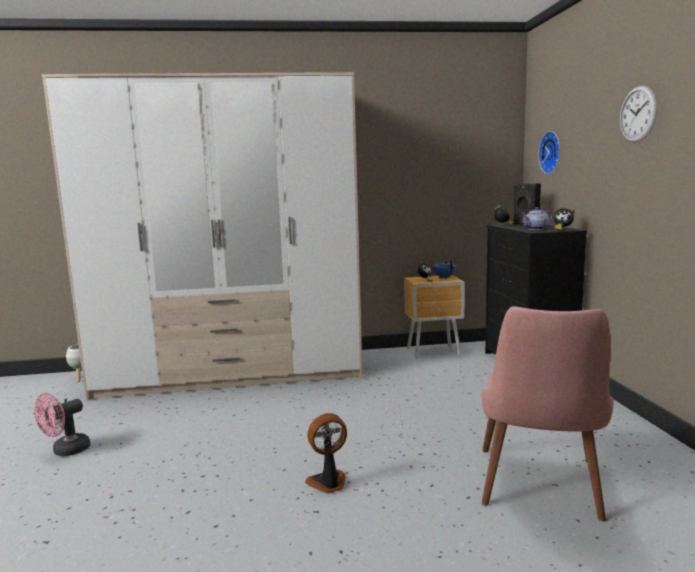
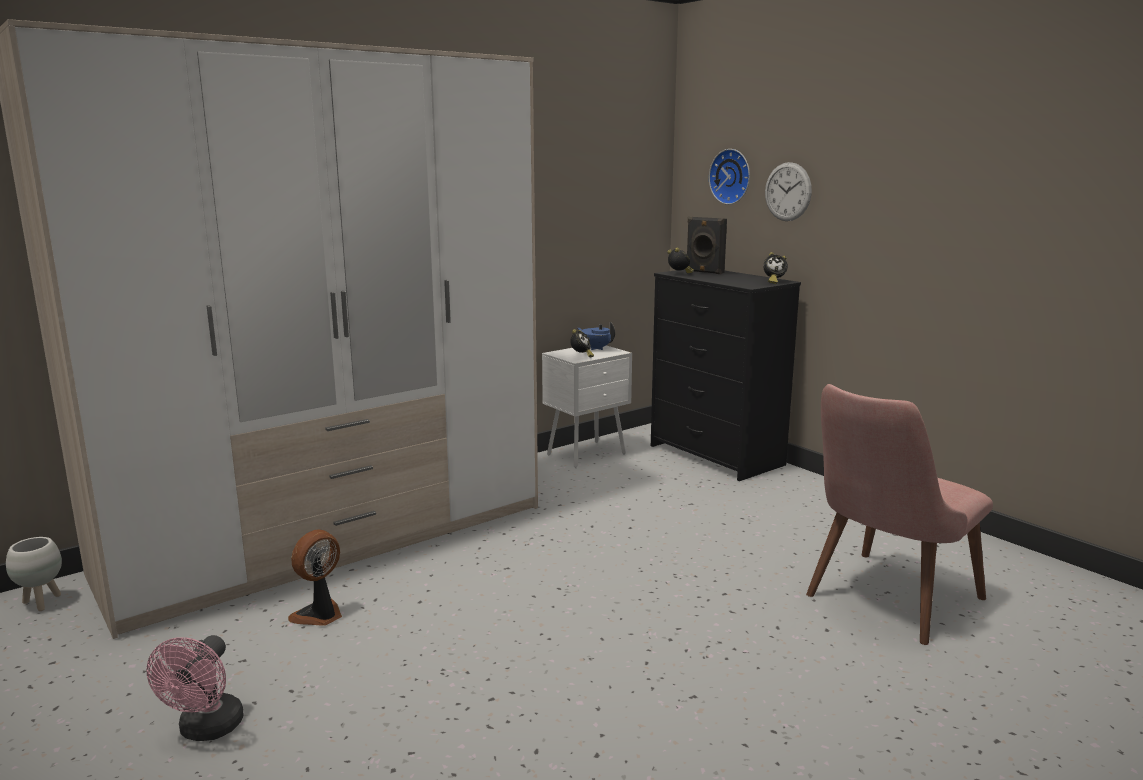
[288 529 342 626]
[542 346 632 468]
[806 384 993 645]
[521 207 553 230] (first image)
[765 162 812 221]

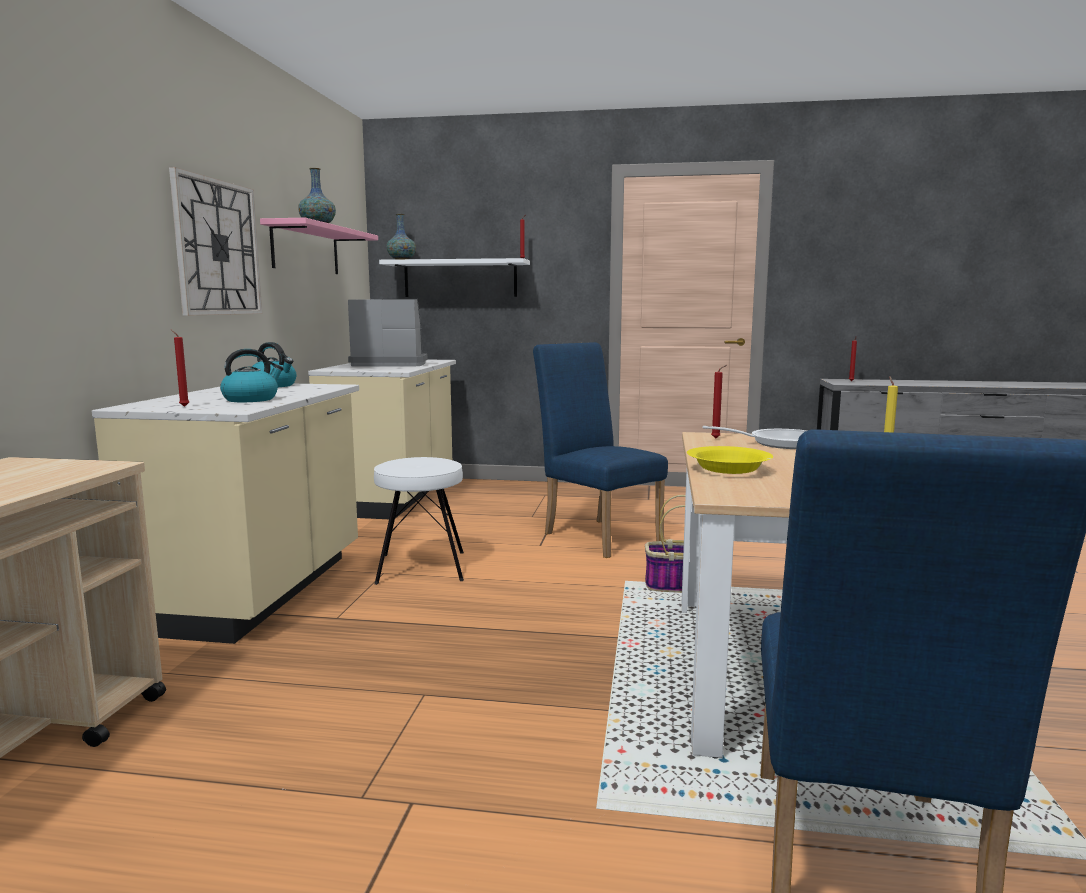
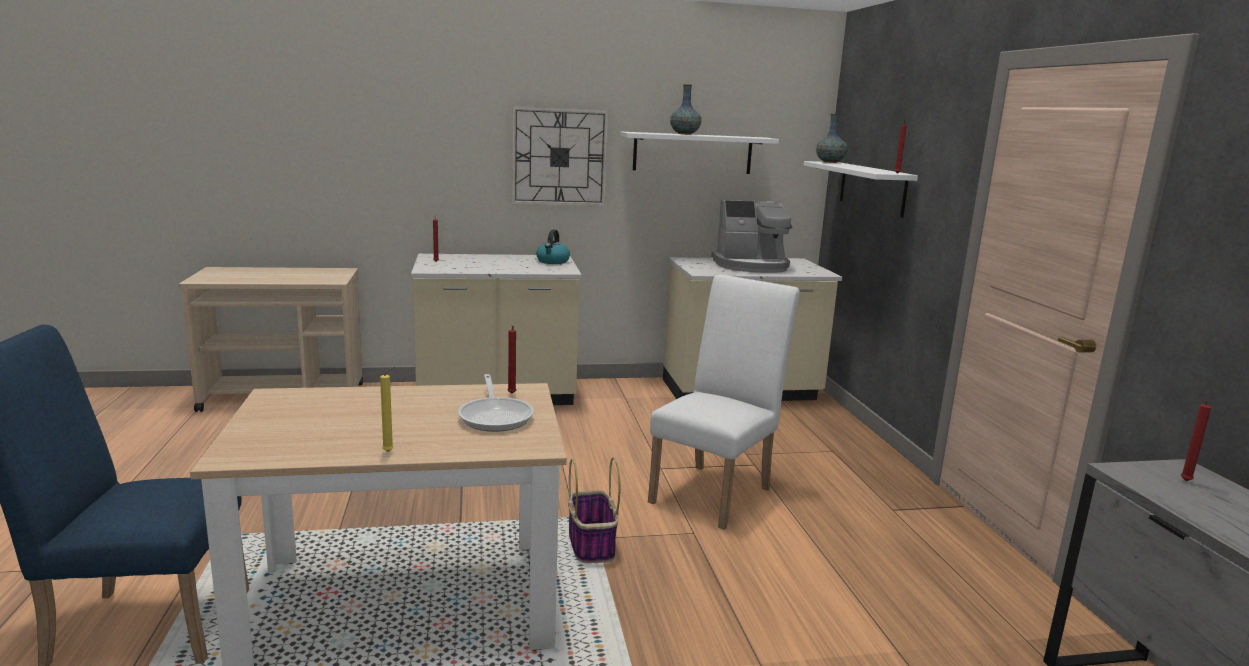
[220 349 284 402] (first image)
[620 132 779 174]
[711 200 793 273]
[374 457 464 585] (first image)
[648 275 800 530]
[687 446 773 474] (first image)

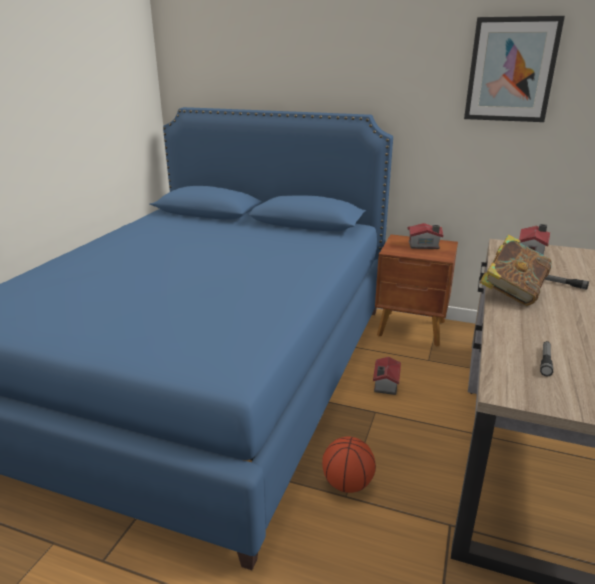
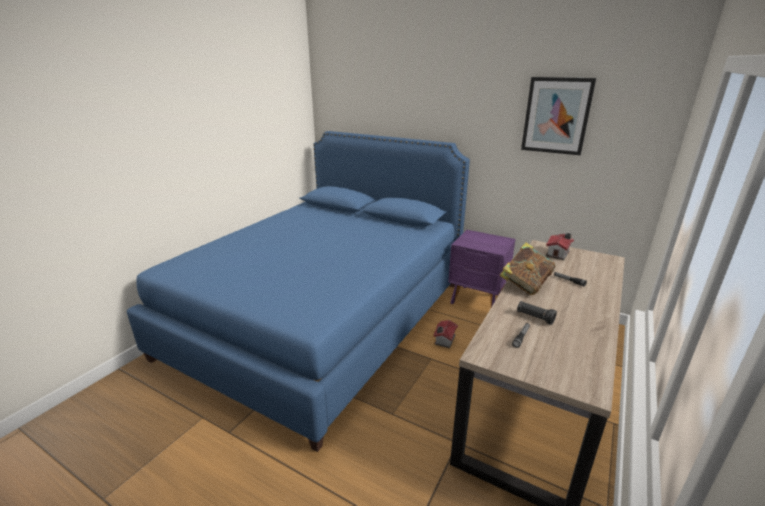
[322 437 376 493] (first image)
[448 230 515 307]
[407 223 443 249] (first image)
[517 301 557 325]

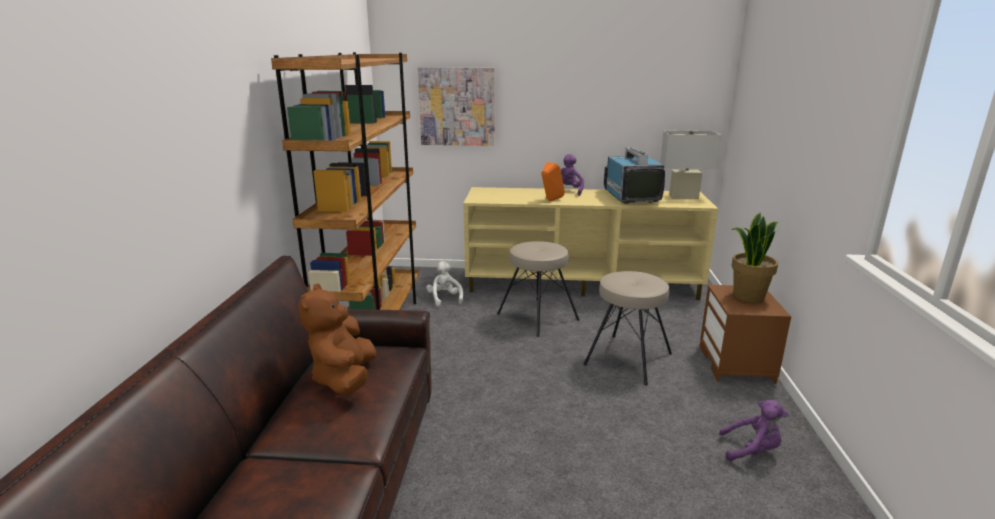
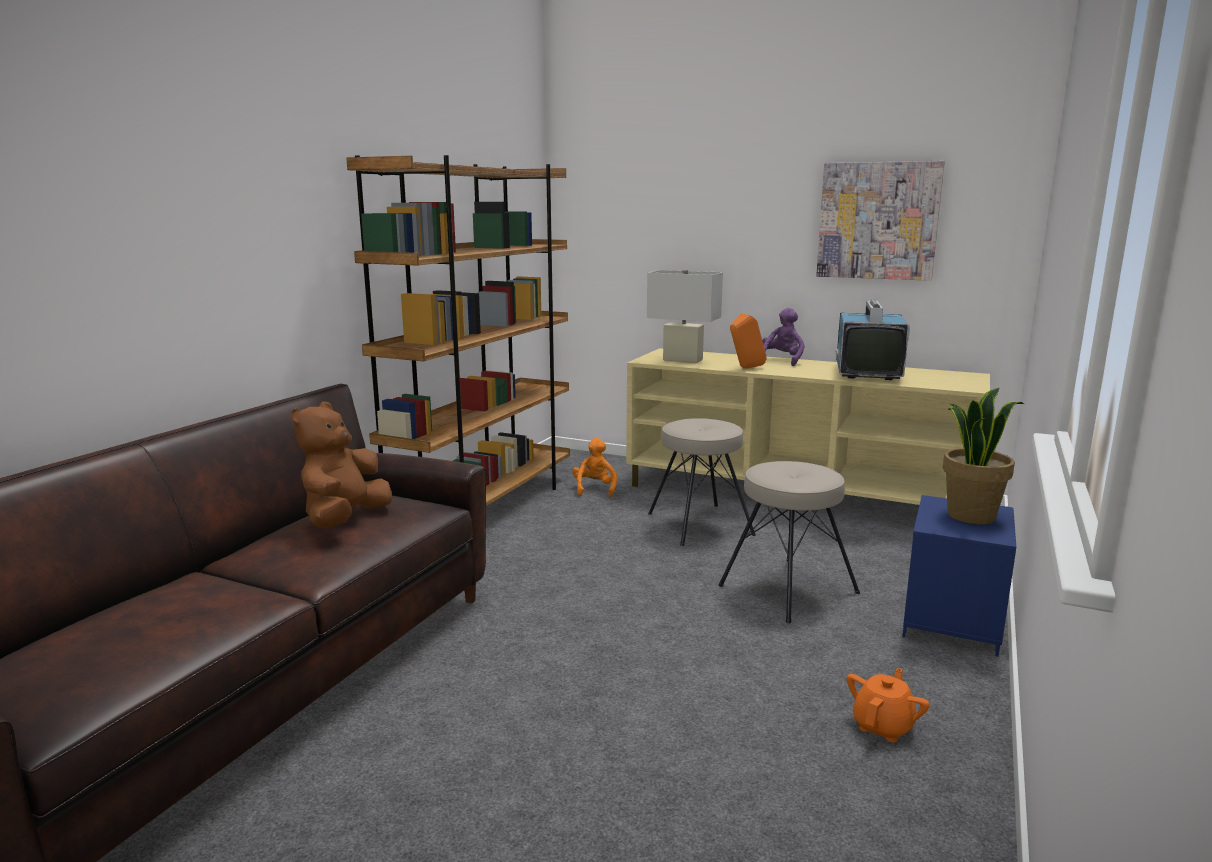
[816 161 945 281]
[572 438 617 497]
[647 270 723 363]
[902 495 1016 657]
[847 668 930 742]

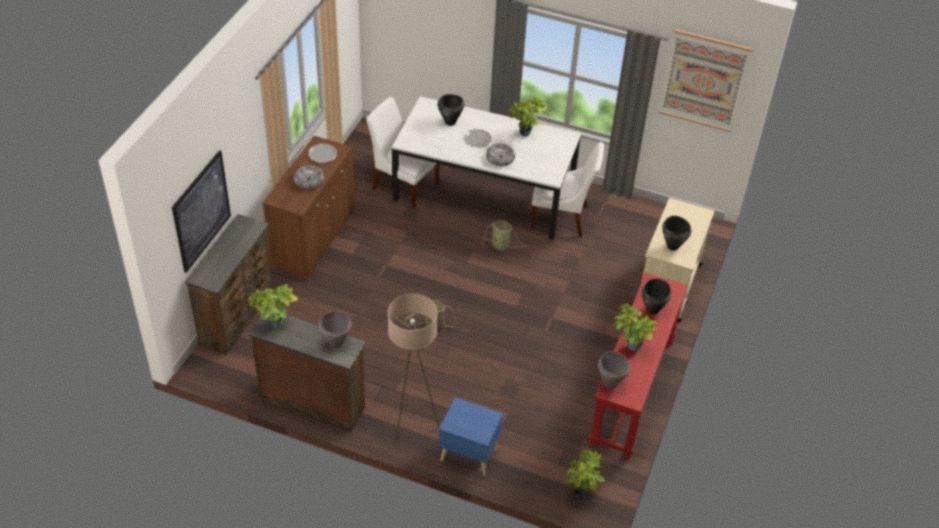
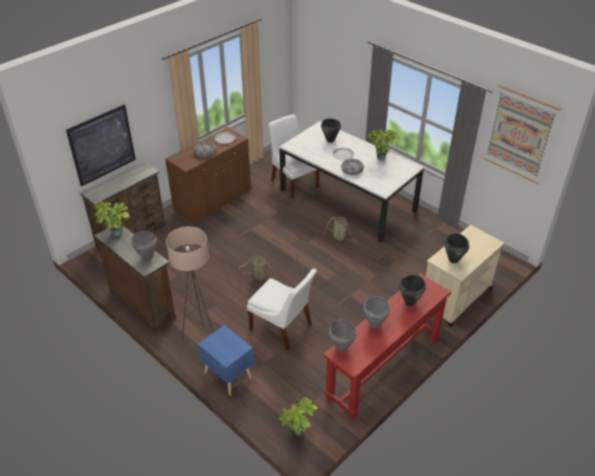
[247 268 317 350]
[363 296 390 328]

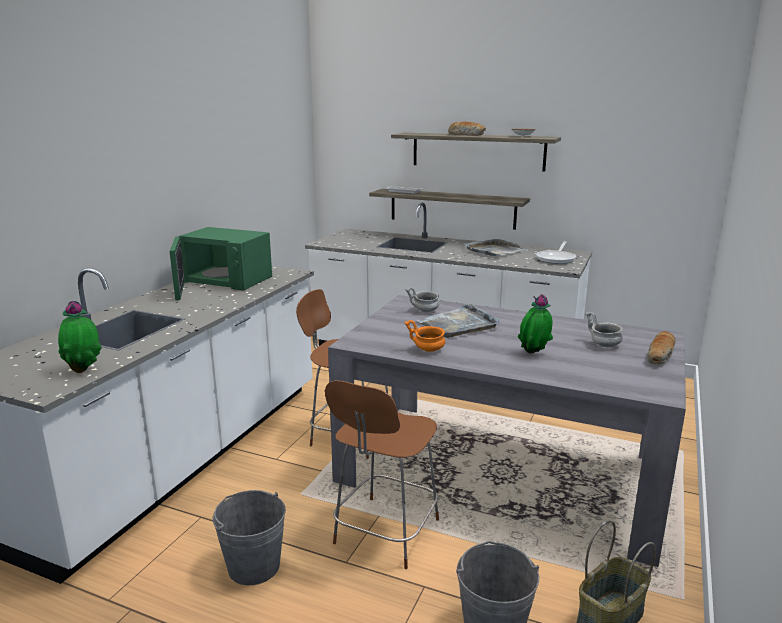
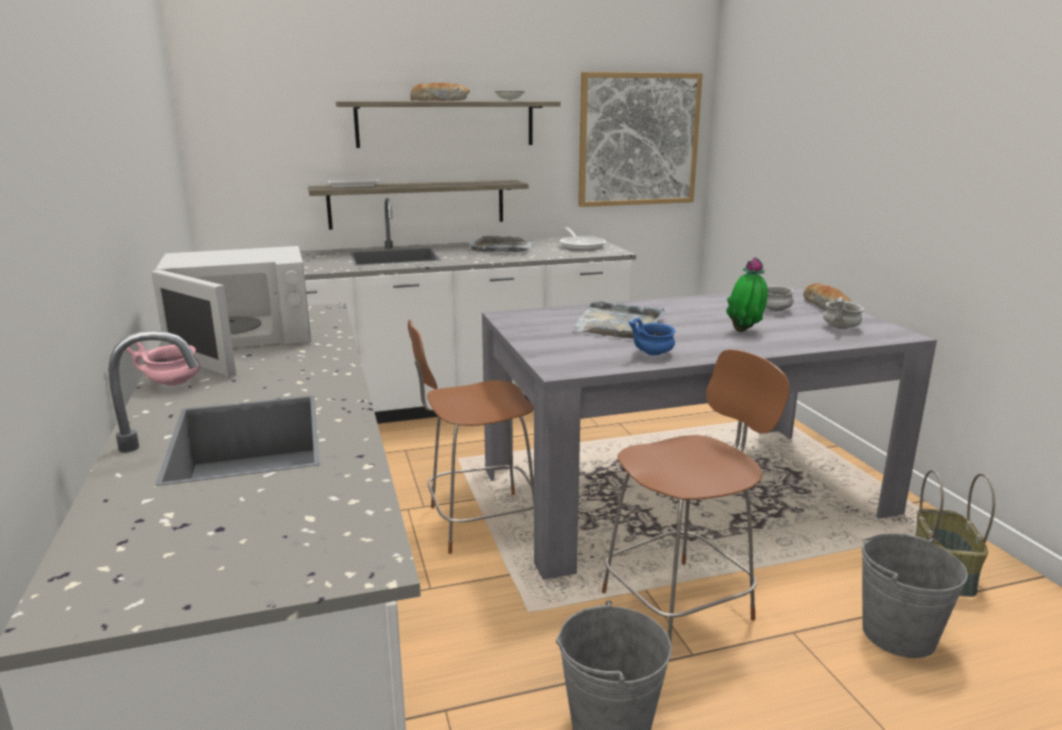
[58 301 102 373] (first image)
[151 246 311 378]
[602 349 790 643]
[628 318 675 356]
[823 297 864 330]
[126 342 200 386]
[578 72 703 207]

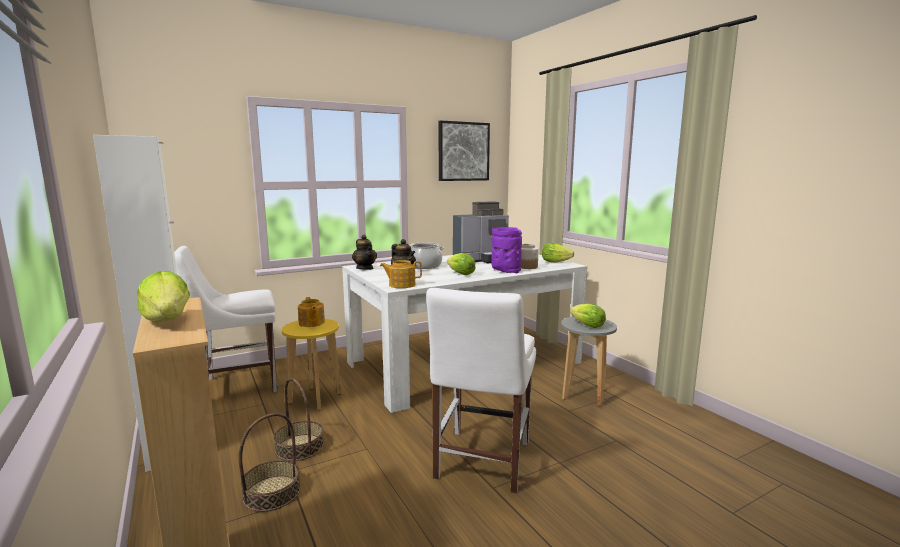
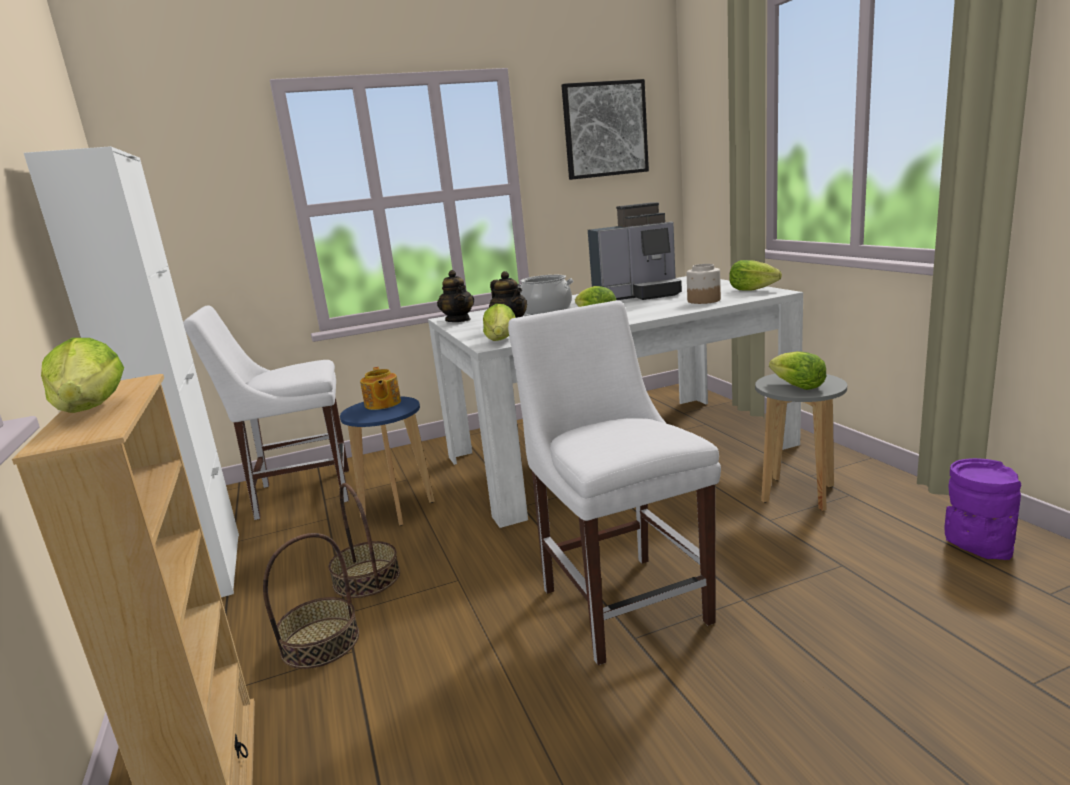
[340 396 435 526]
[483 304 516 341]
[508 300 721 665]
[944 458 1021 560]

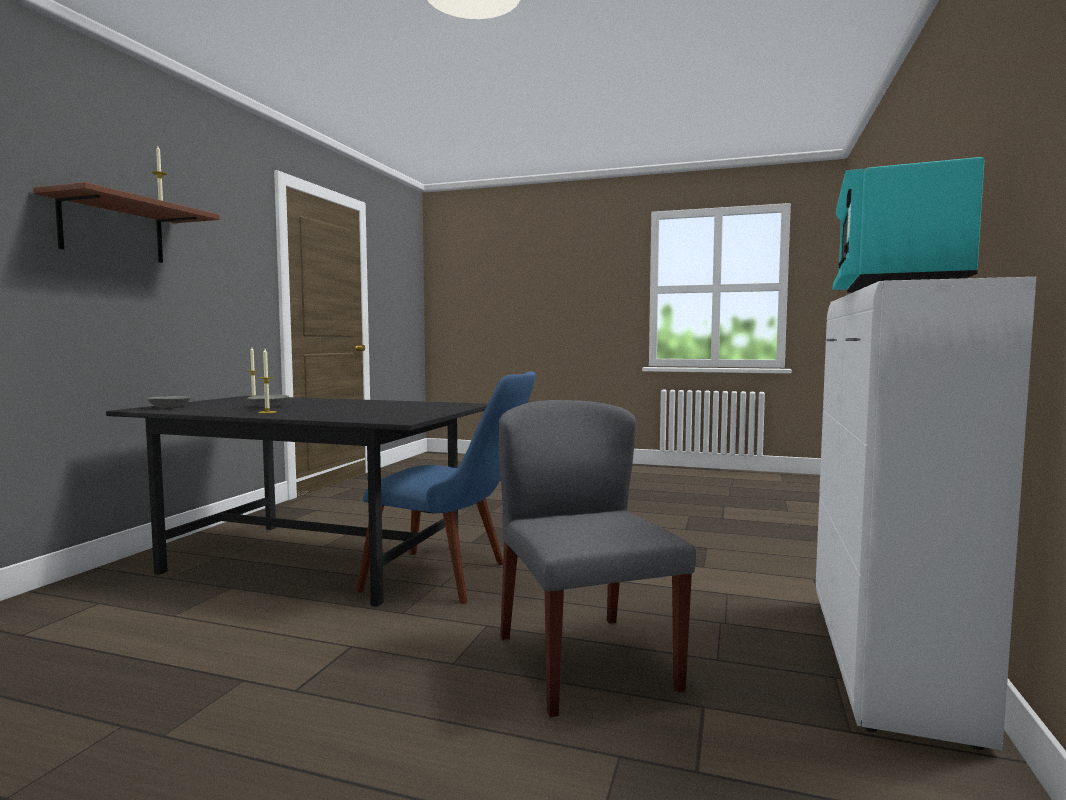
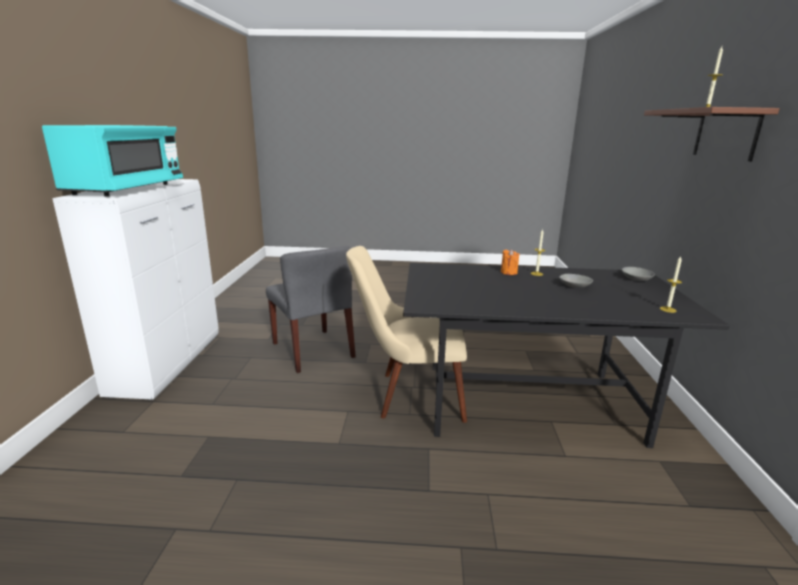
[346 246 467 423]
[501 249 519 275]

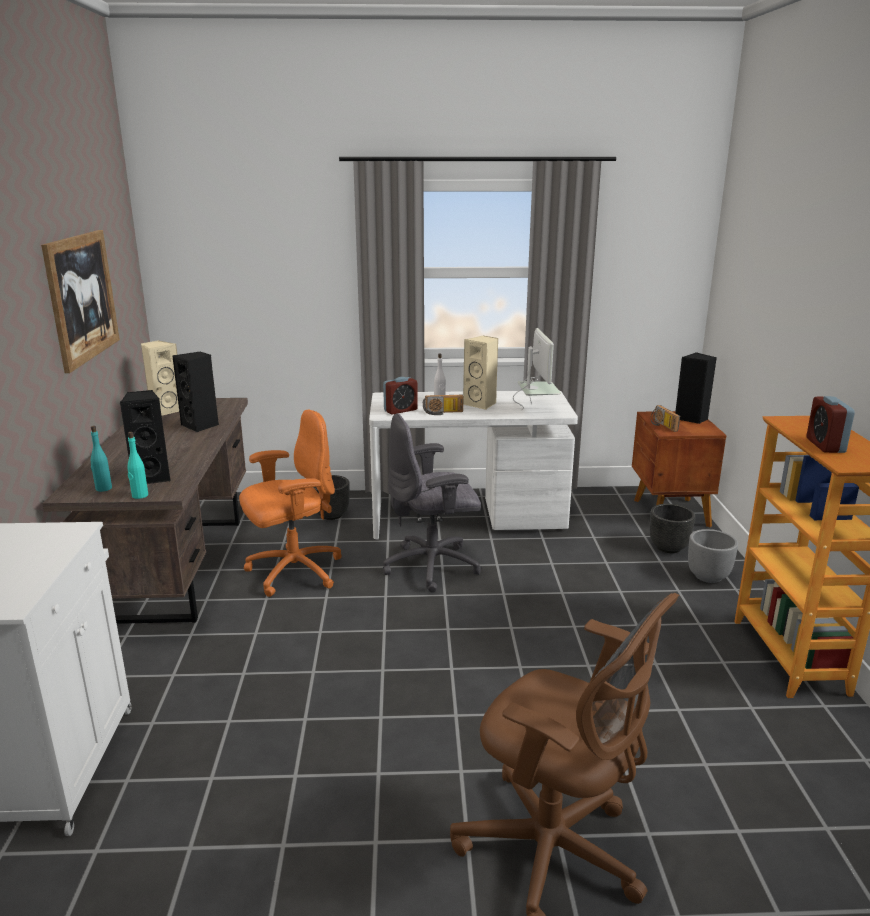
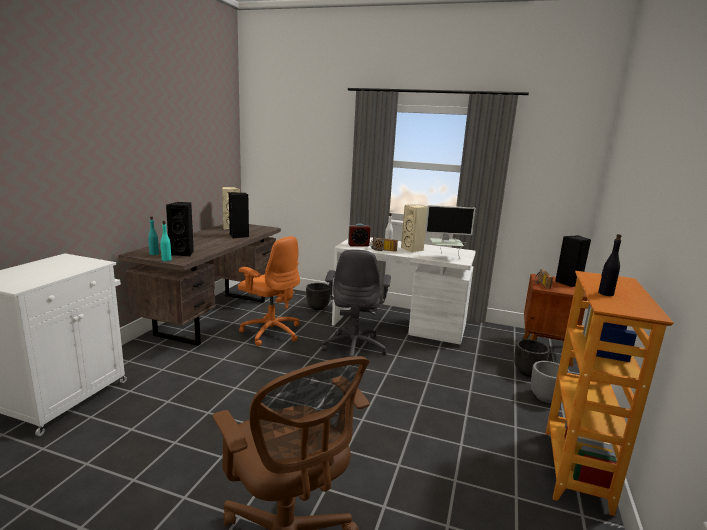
[41 230 120 373] (first image)
[238 236 300 346]
[321 249 391 357]
[425 205 476 259]
[598 234 622 296]

